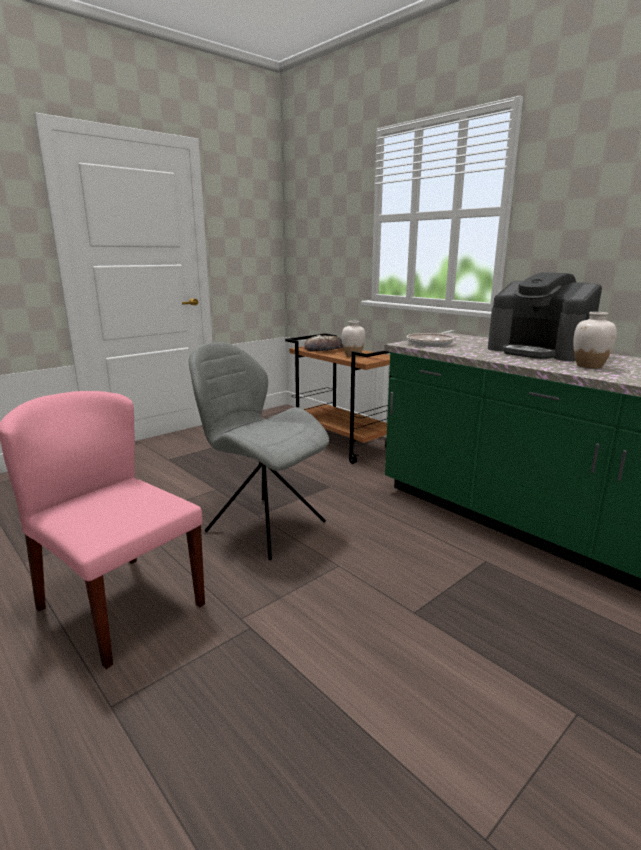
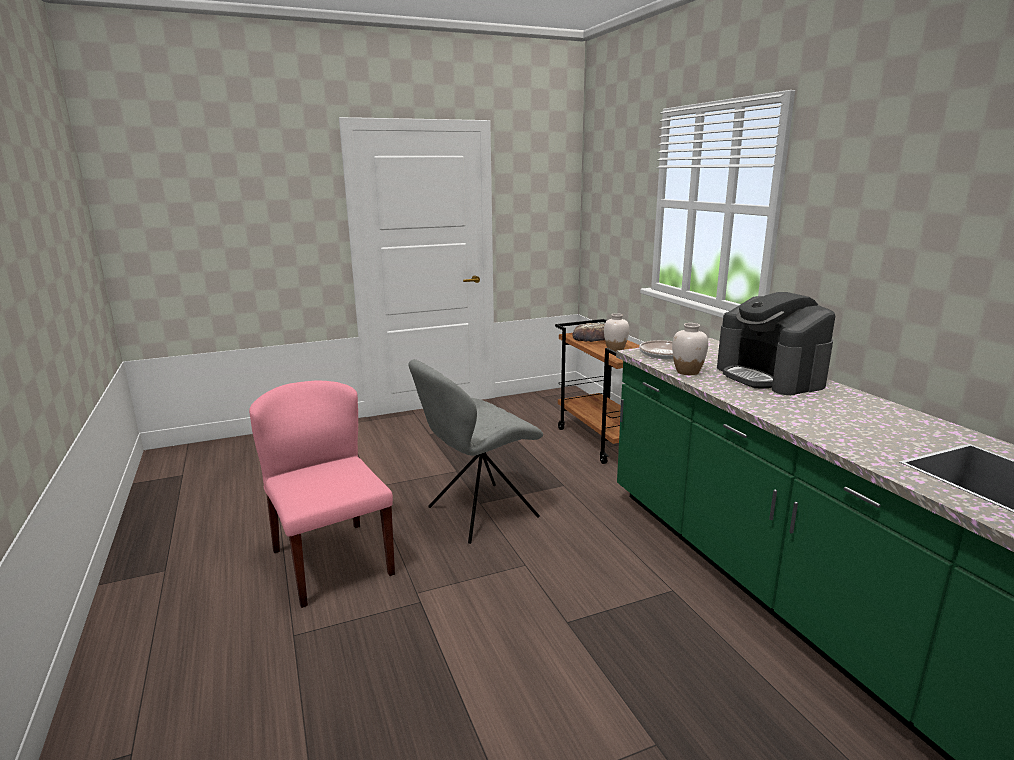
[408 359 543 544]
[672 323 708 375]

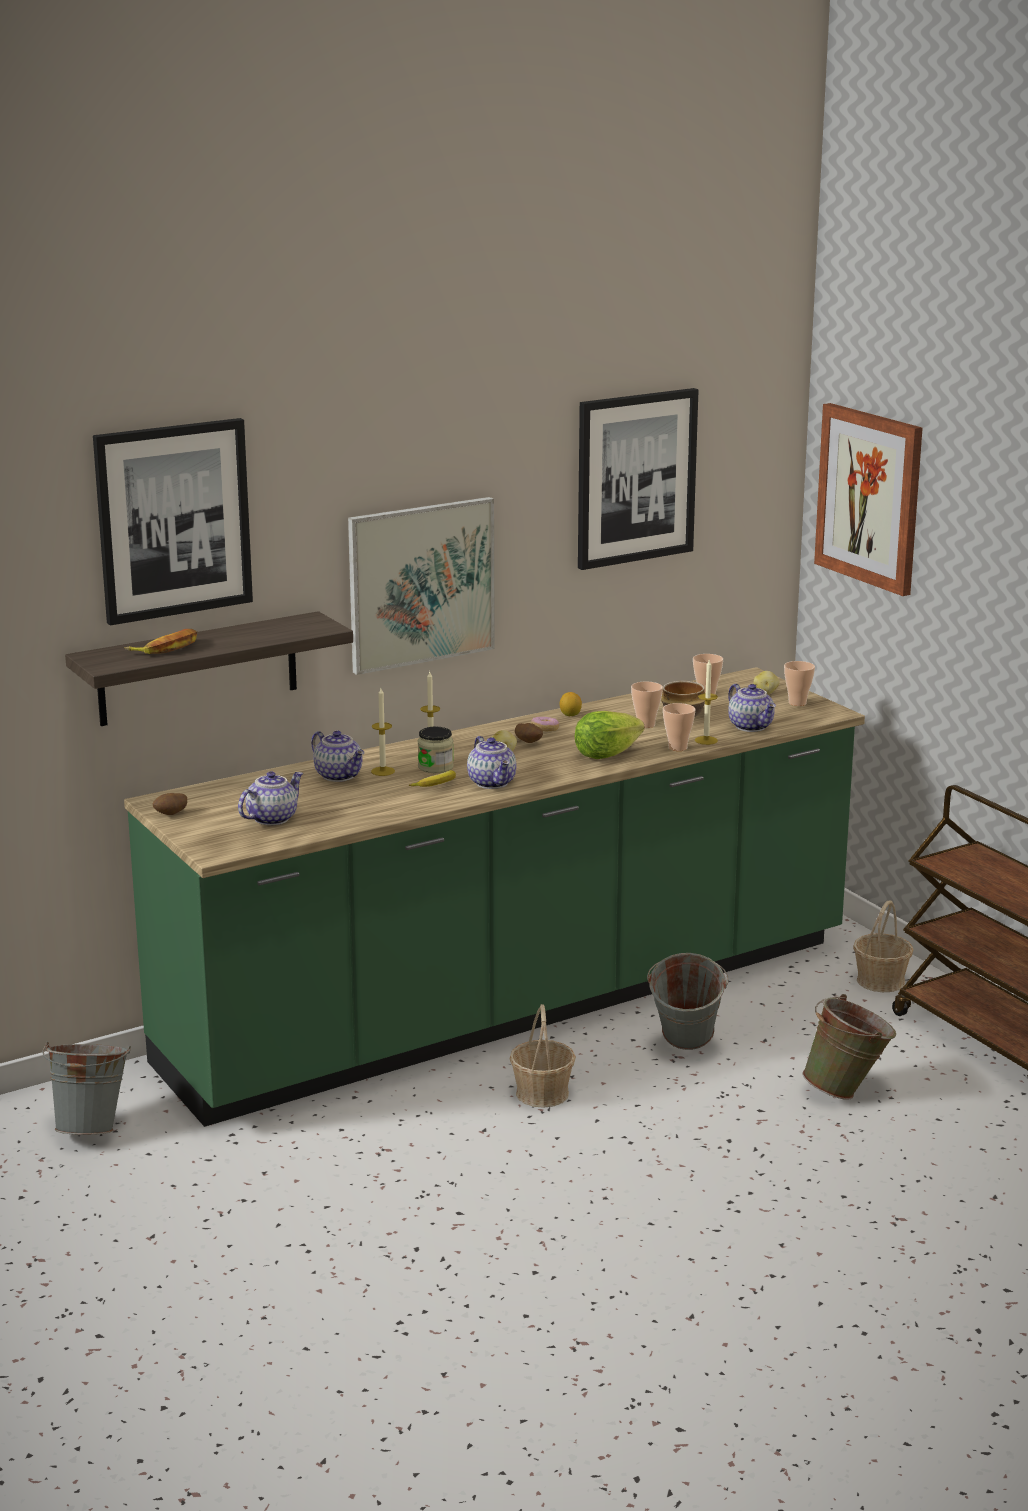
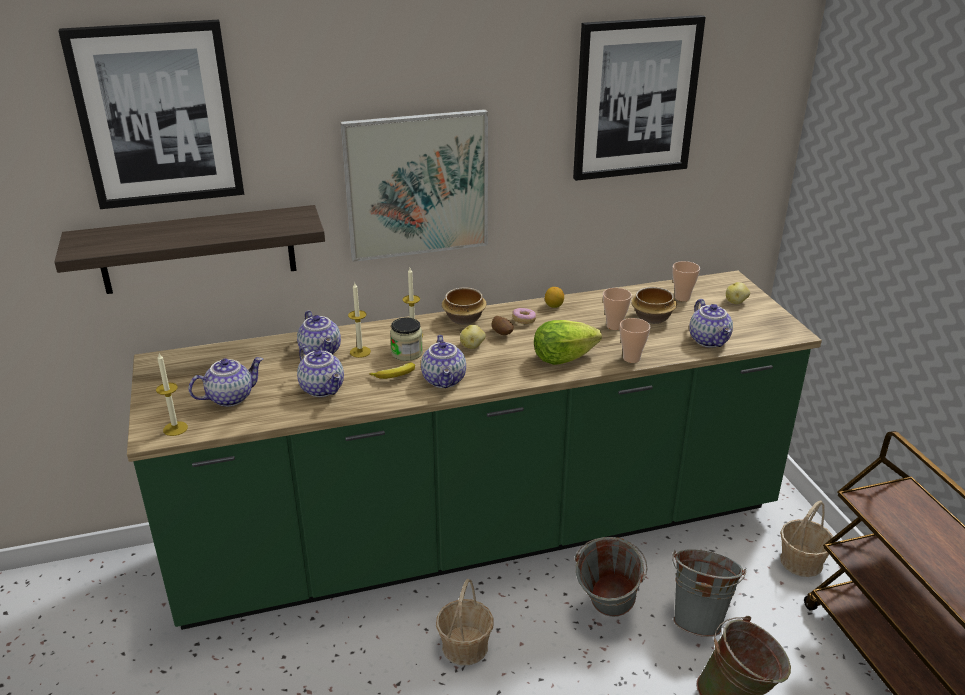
[672 549 746 637]
[125 629 197 654] (first image)
[153 793 187 815] (first image)
[156 353 188 436]
[784 661 815 706] (first image)
[814 403 923 596] (first image)
[297 346 344 397]
[442 287 487 325]

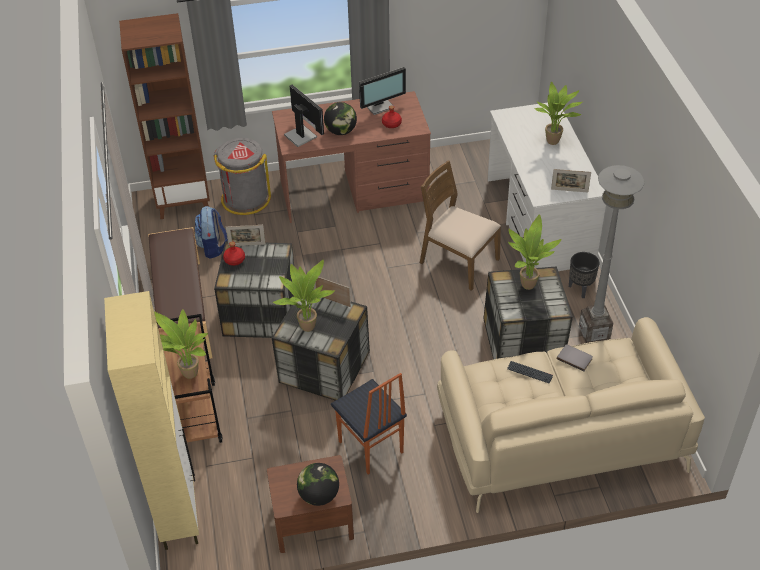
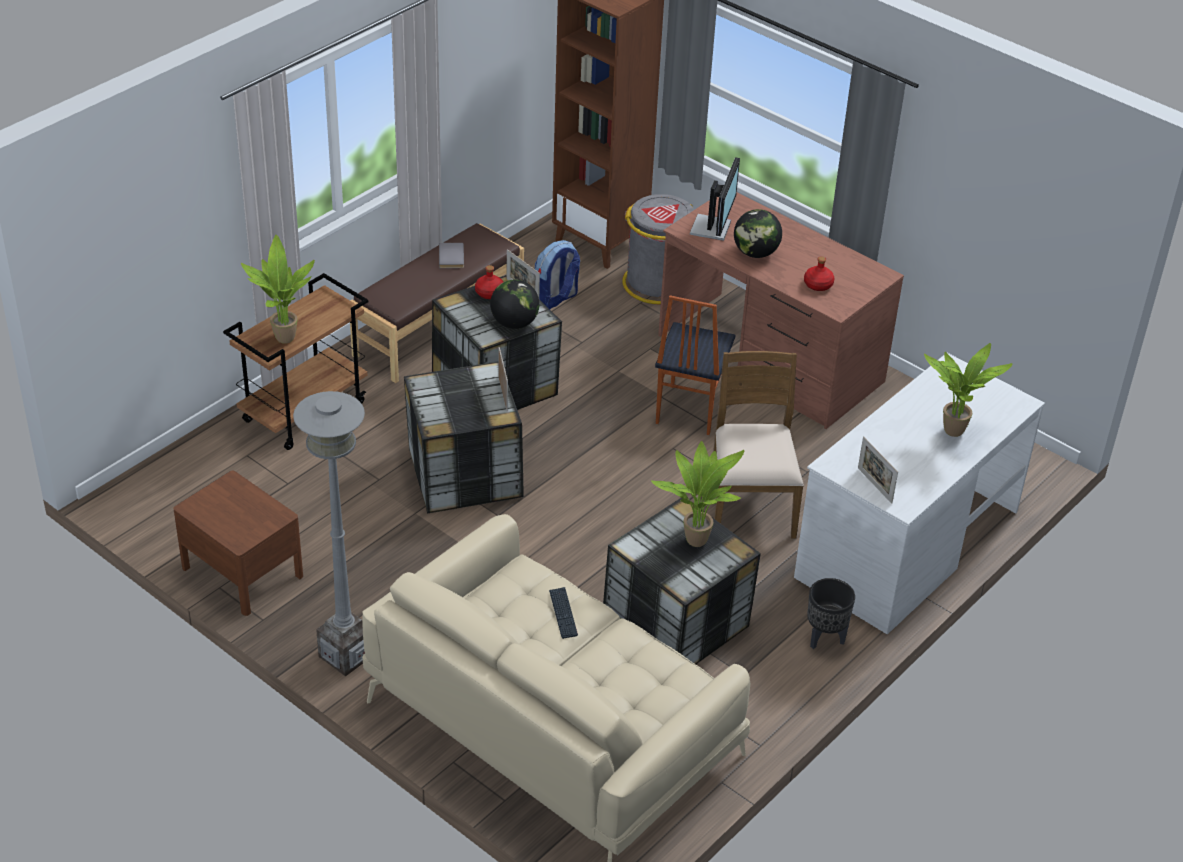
[104 291 199 550] (first image)
[273 260 335 332] (first image)
[490 280 539 329]
[655 295 735 435]
[359 67 406 115] (first image)
[439 243 464 268]
[293 391 365 676]

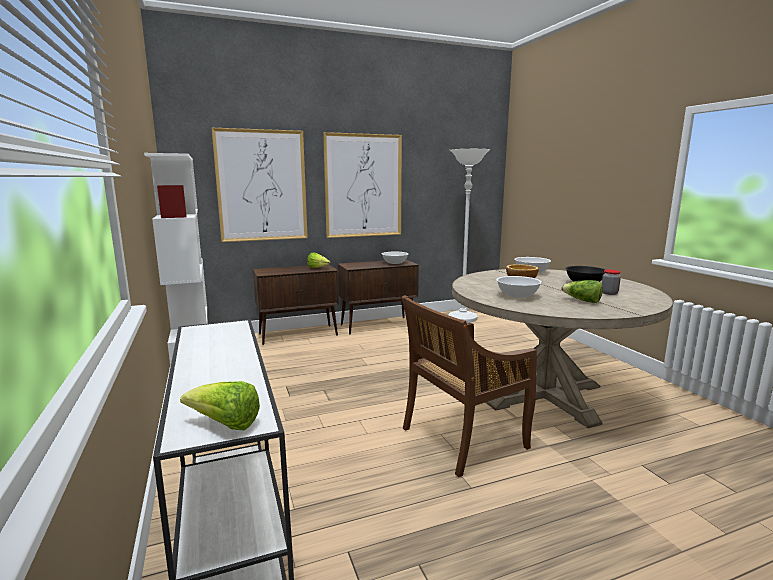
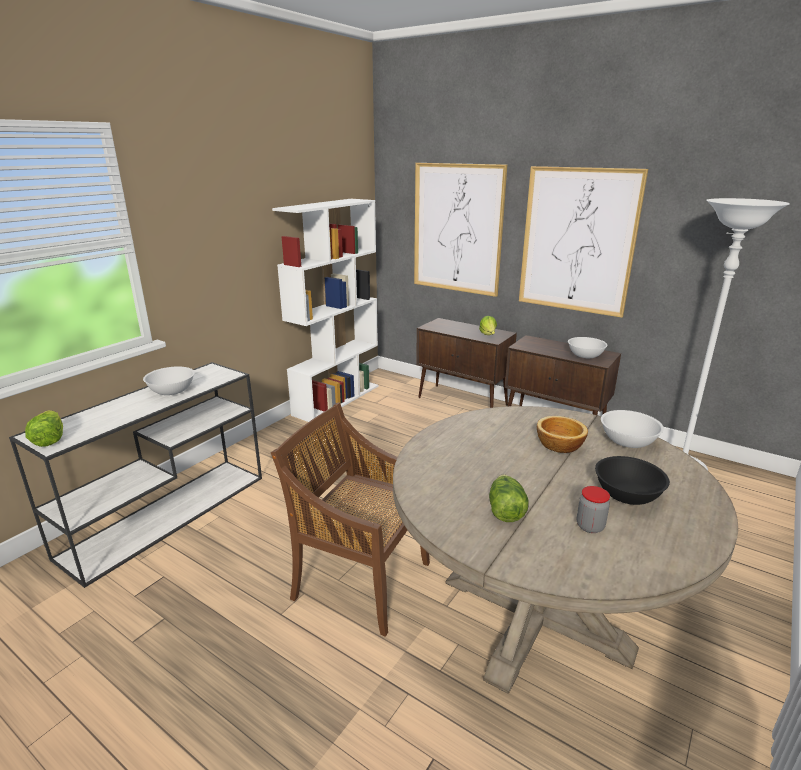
[143 366 195 395]

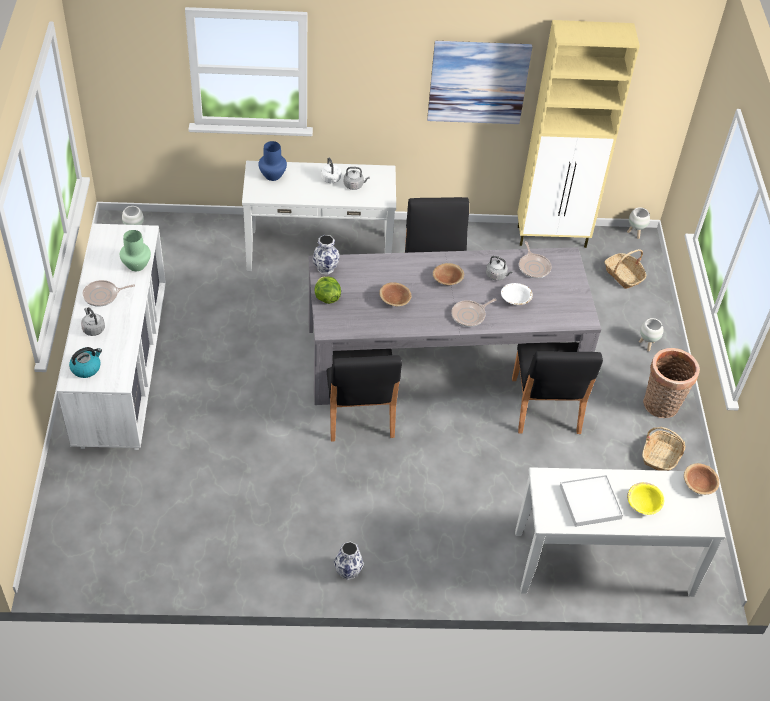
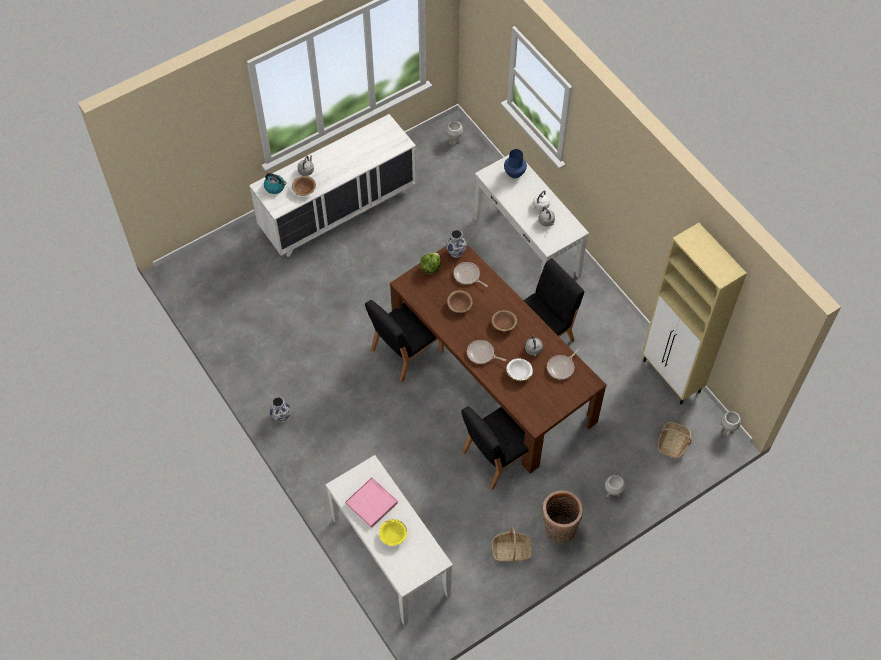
[454 262 488 287]
[120 230 151 271] (first image)
[390 244 607 474]
[427 41 532 124] (first image)
[345 477 398 528]
[292 176 316 196]

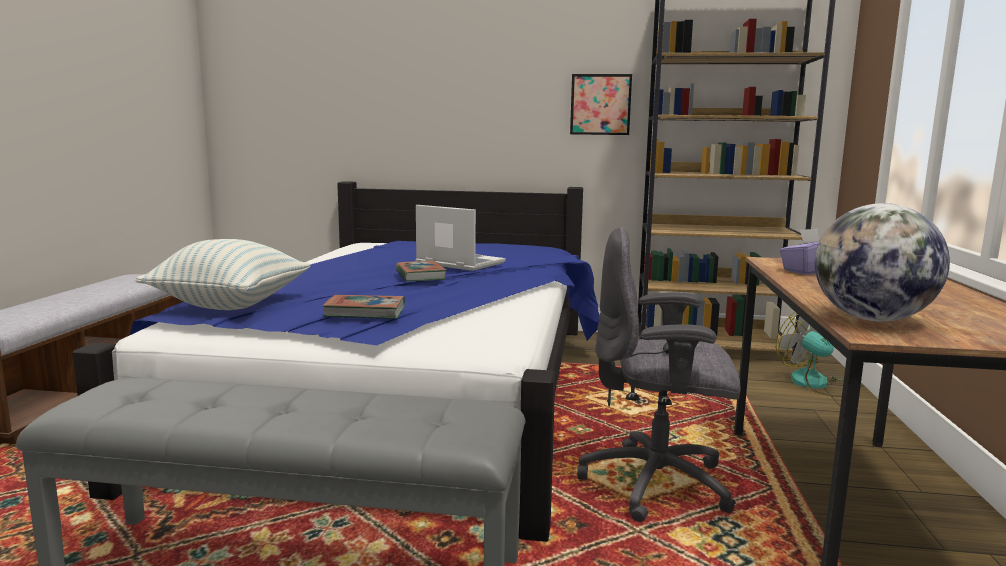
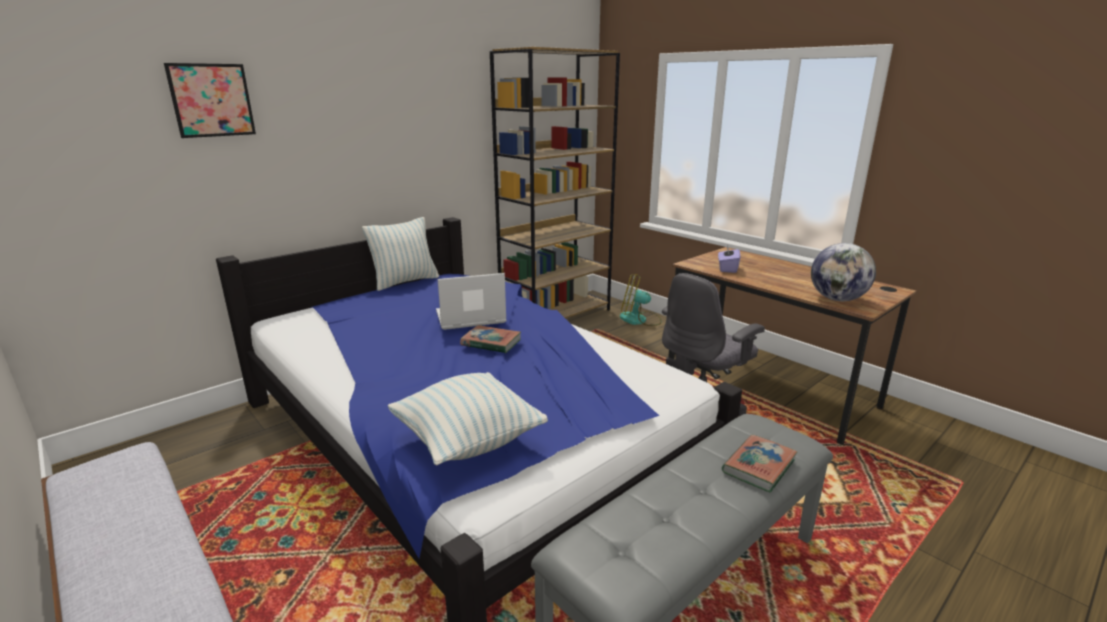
[722 435 797 492]
[164 63 256 138]
[362 217 439 291]

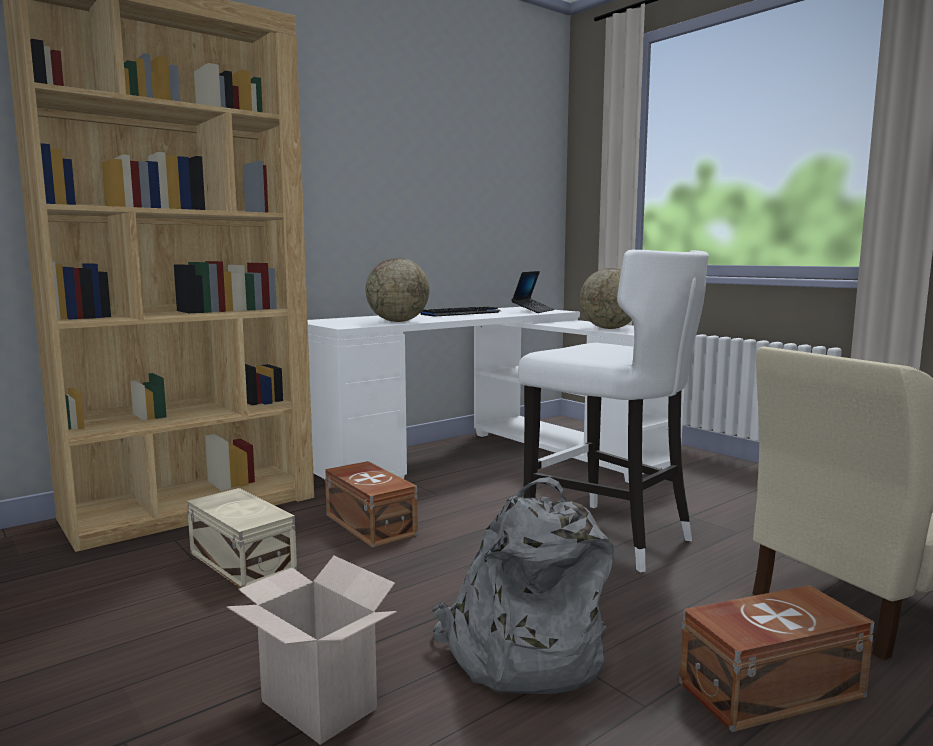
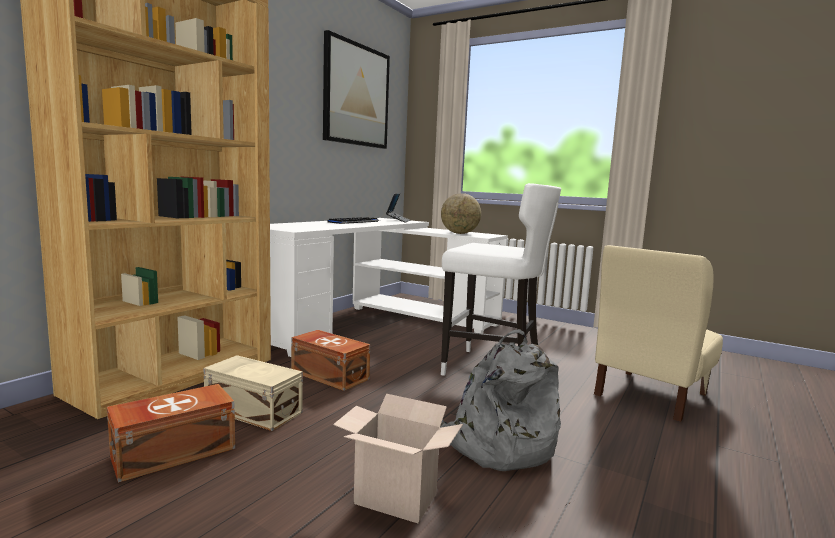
[366 258 429 322] (first image)
[107 384 235 483]
[323 30 390 149]

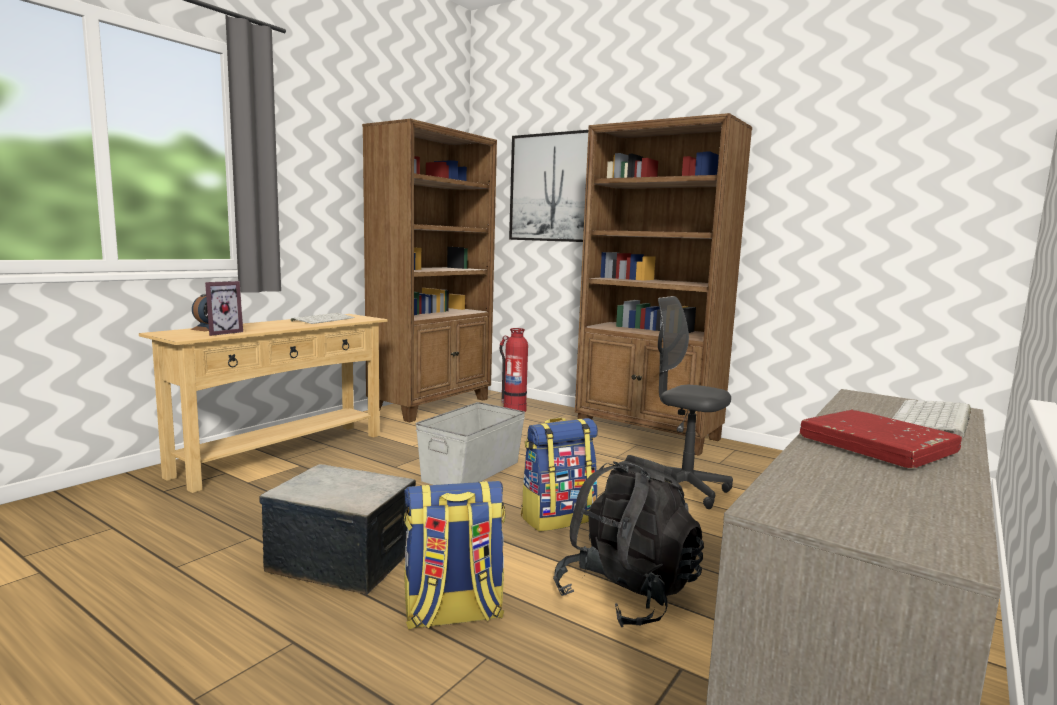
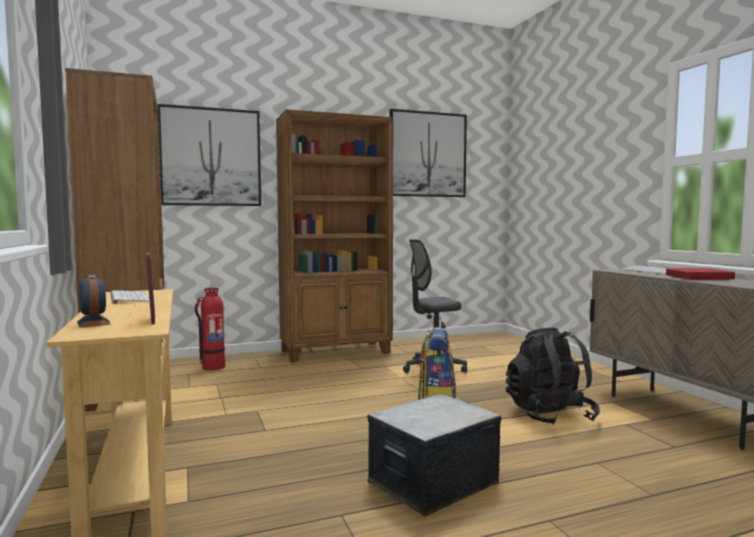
[404 481 506 630] (first image)
[416 402 525 485] (first image)
[390 109 467 197]

